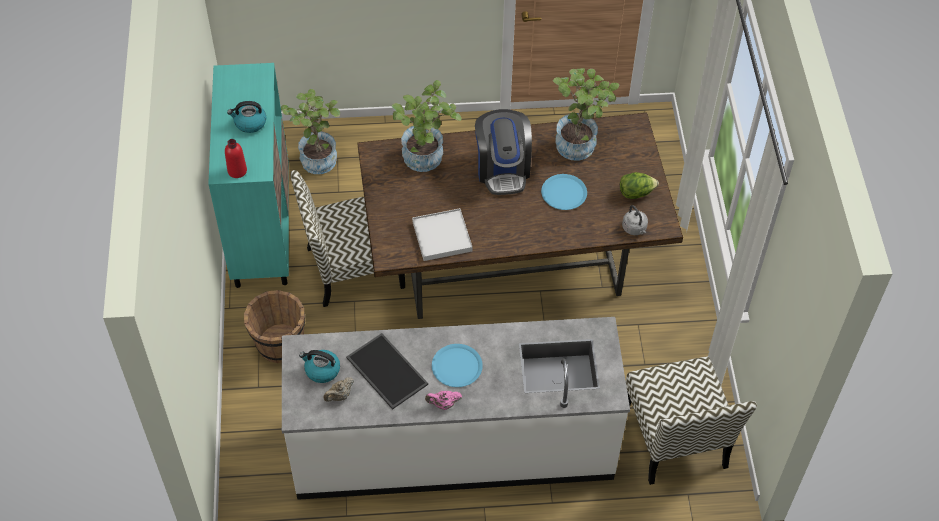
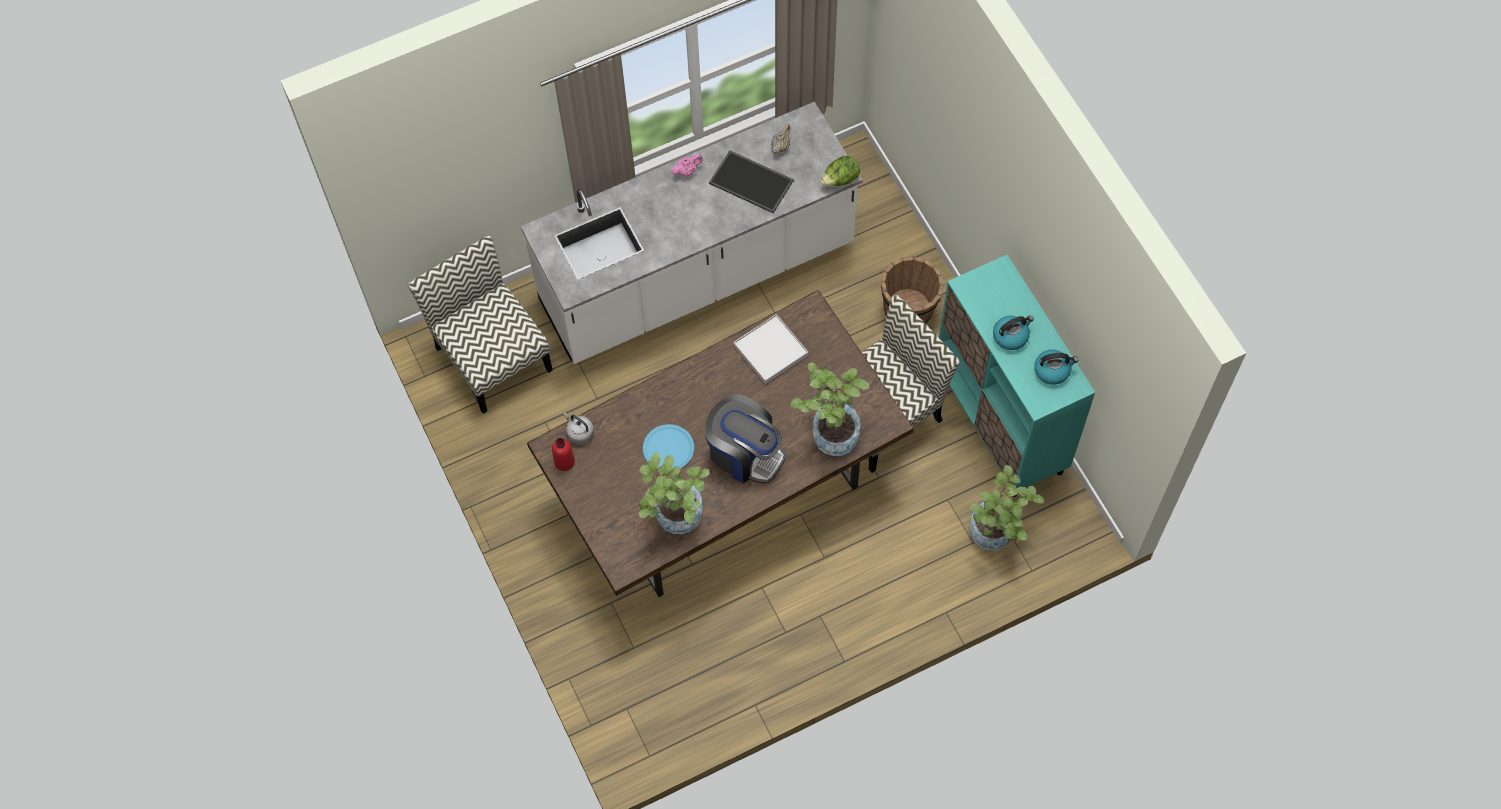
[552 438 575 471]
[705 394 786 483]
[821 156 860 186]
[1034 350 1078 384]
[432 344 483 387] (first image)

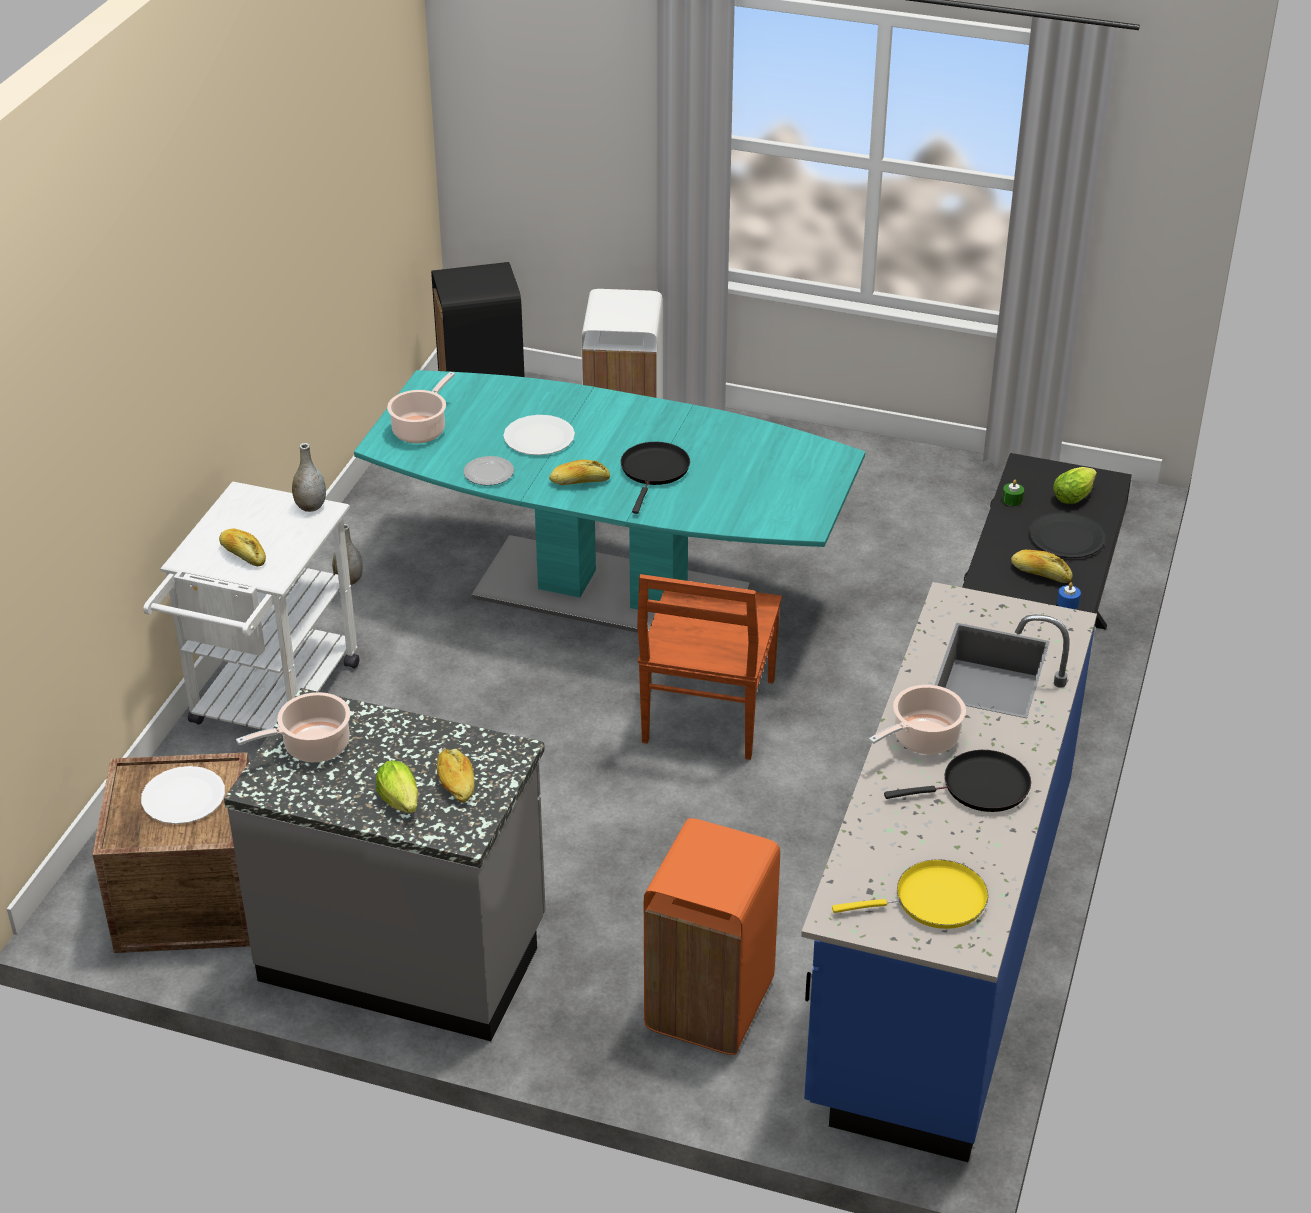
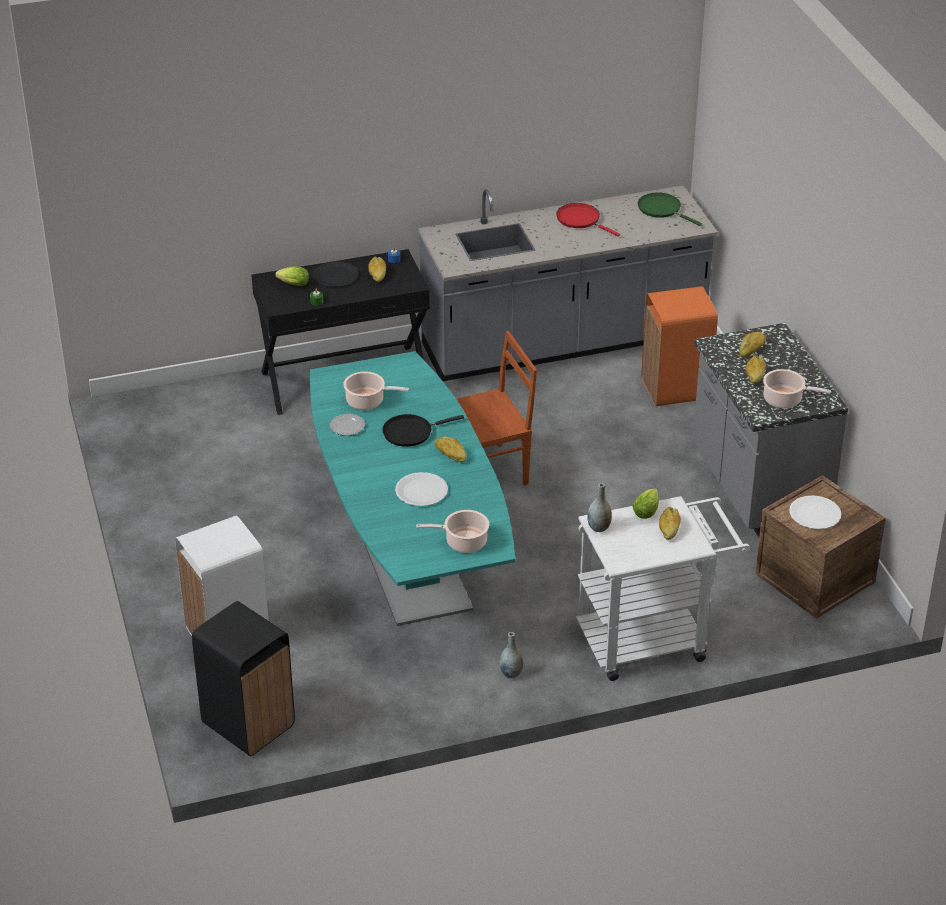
[330 414 365 436]
[343 372 409 410]
[418 185 718 381]
[556 203 620 236]
[632 489 659 519]
[638 192 702 226]
[746 355 766 384]

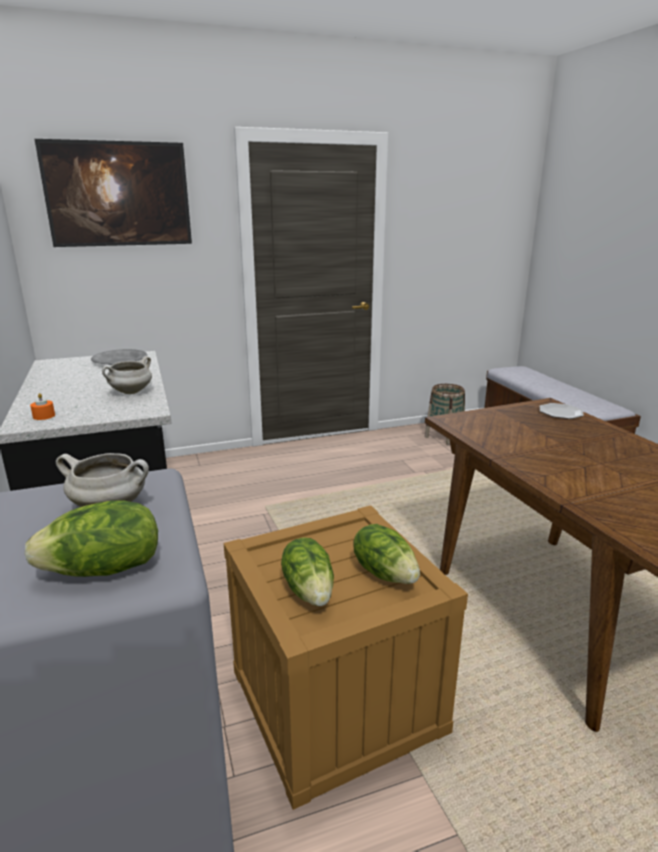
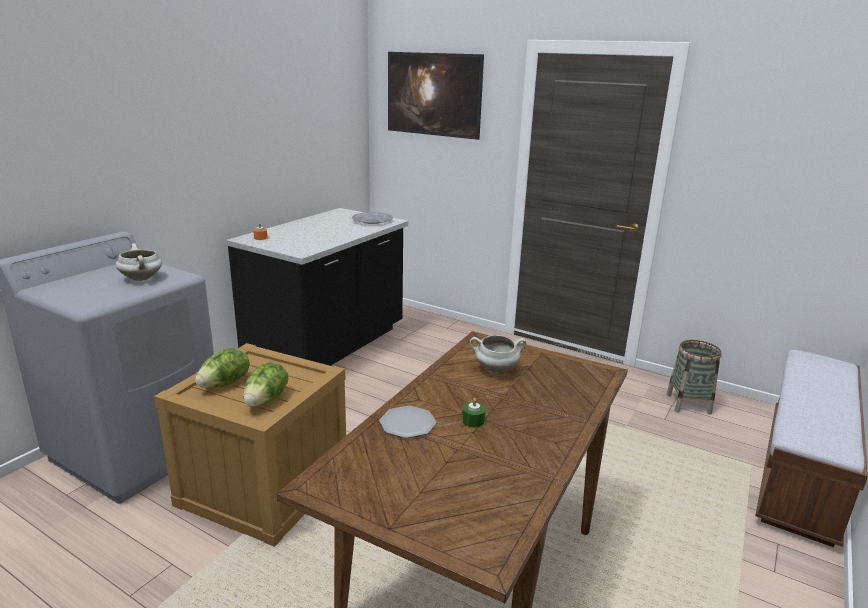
[379 406 437 438]
[462 398 485 428]
[470 335 526 372]
[25 500 158 577] (first image)

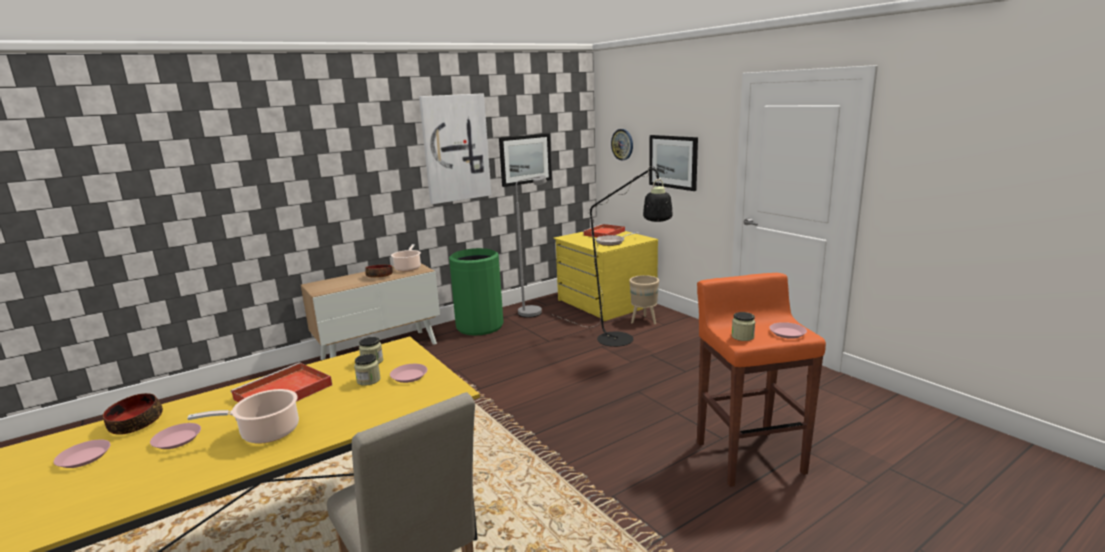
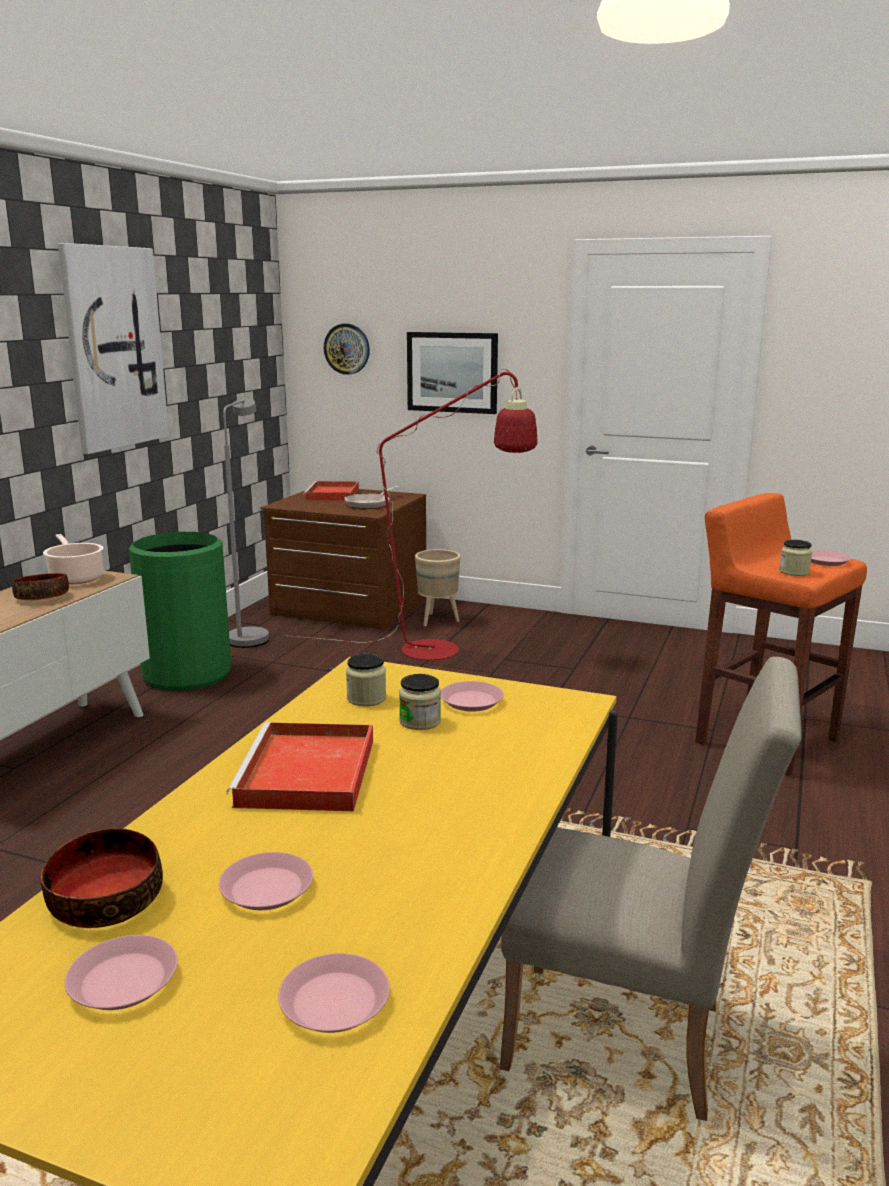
[261 489 426 631]
[278 953 390 1033]
[285 369 538 660]
[187 389 299 444] (first image)
[499 133 552 187] (first image)

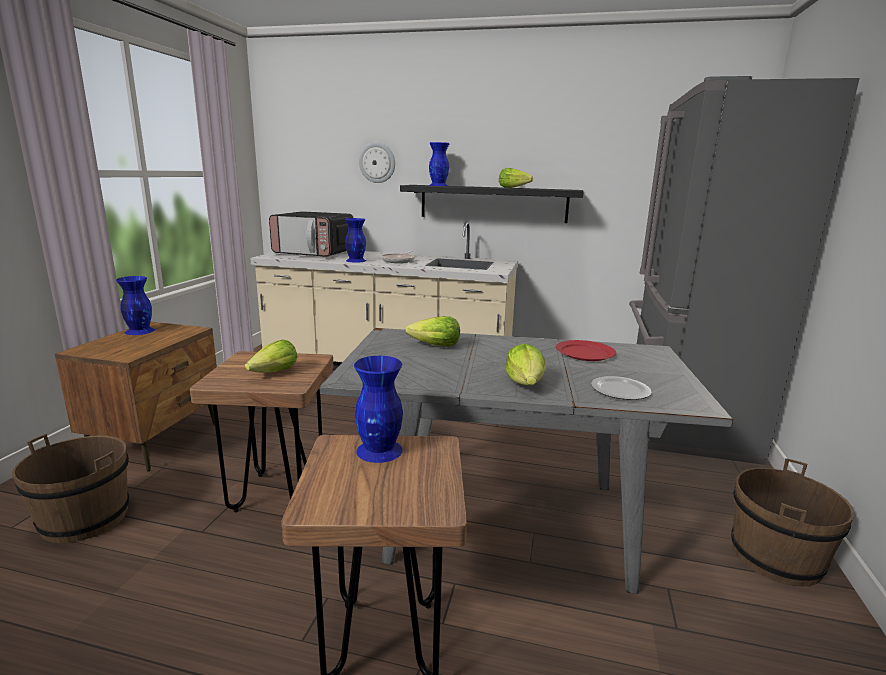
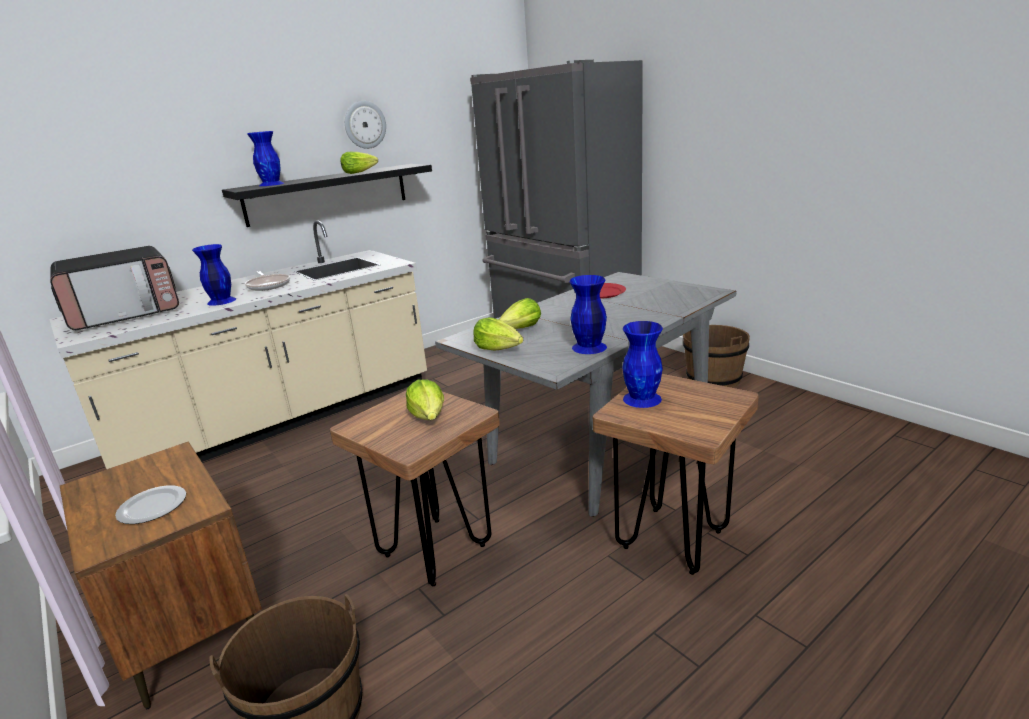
[115 485 186 524]
[345 101 386 149]
[473 317 523 351]
[569 275 607 354]

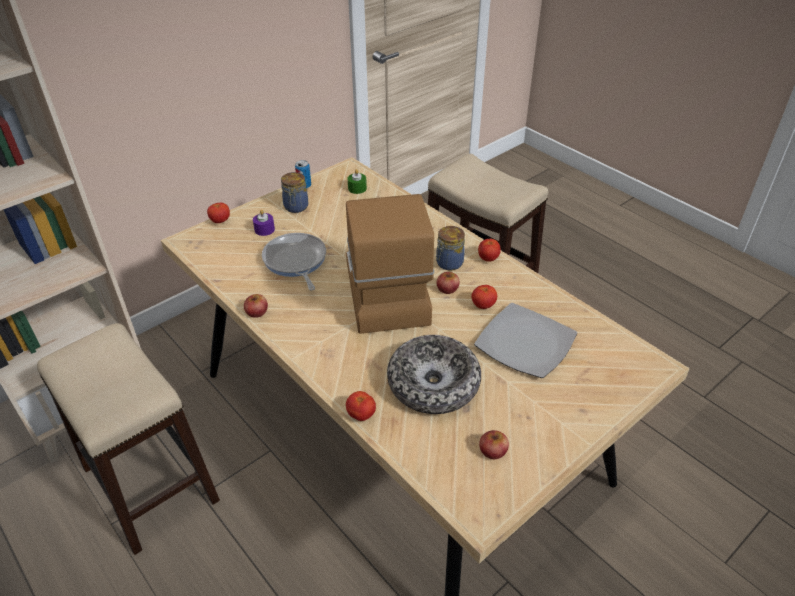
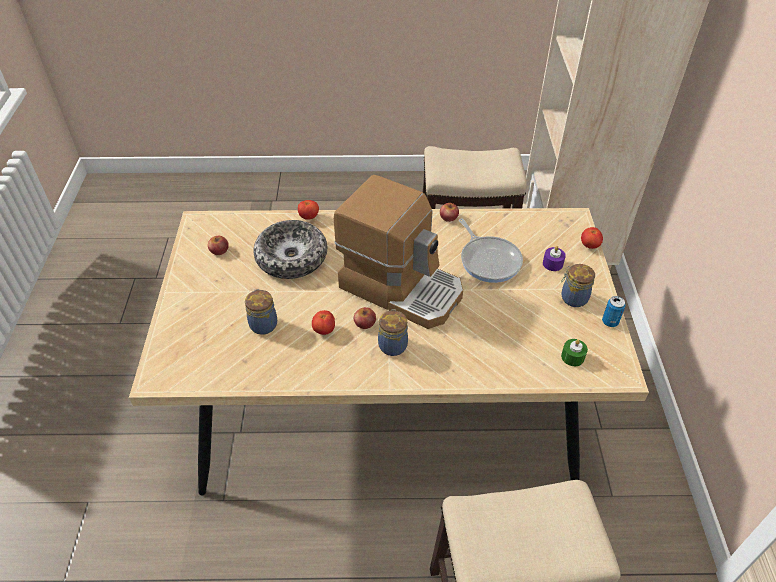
[245 289 277 335]
[459 218 523 283]
[478 238 501 262] (first image)

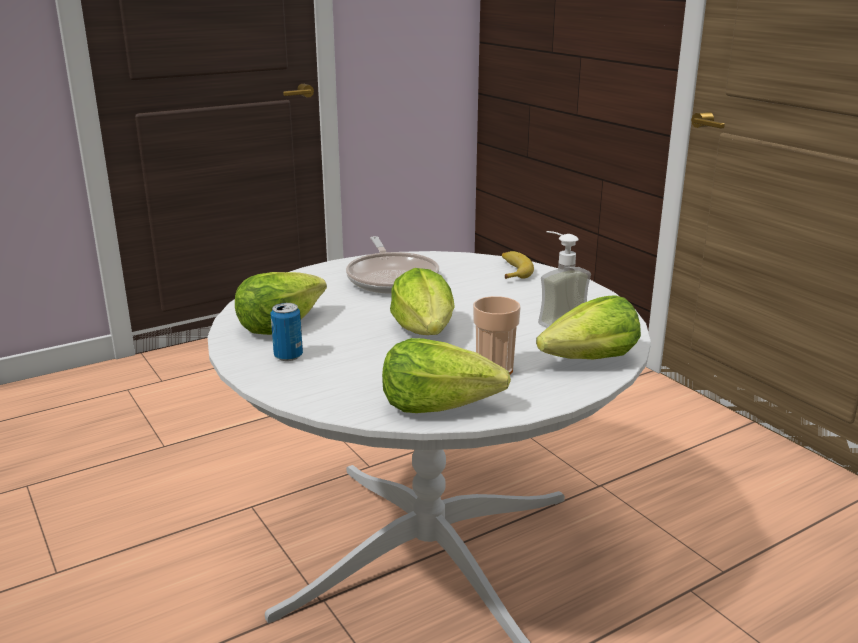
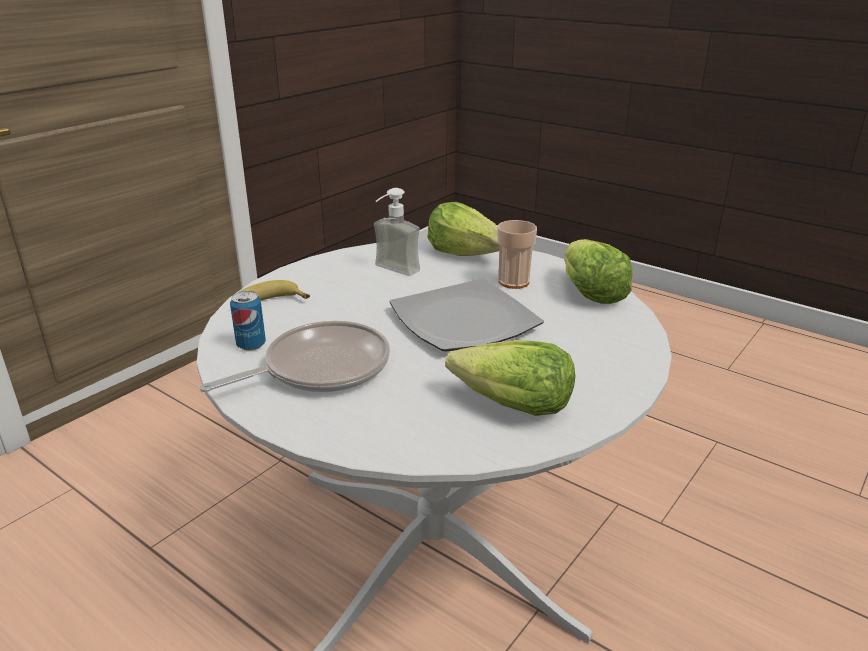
[230 291 266 351]
[390 278 544 351]

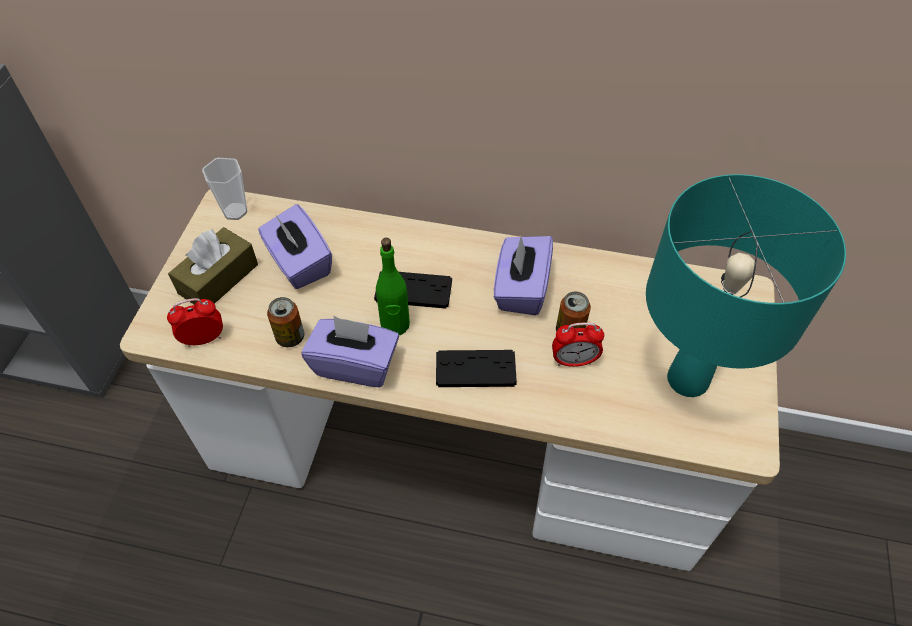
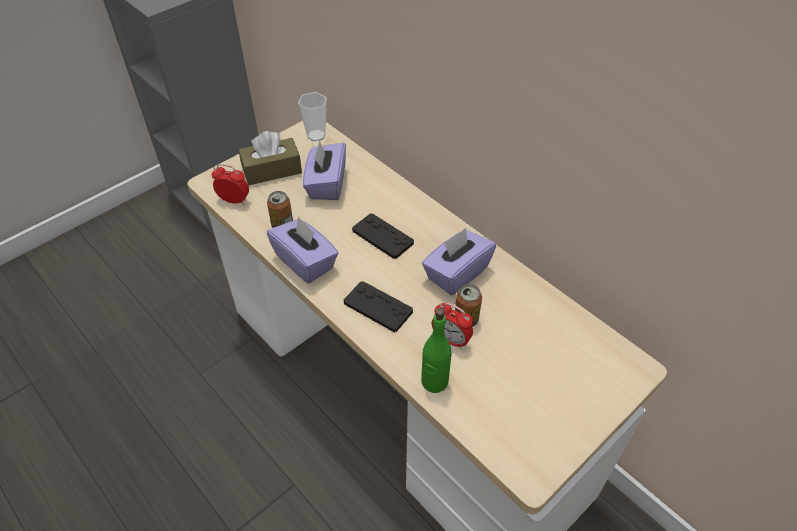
[421 308 451 393]
[646 174 846 397] (first image)

